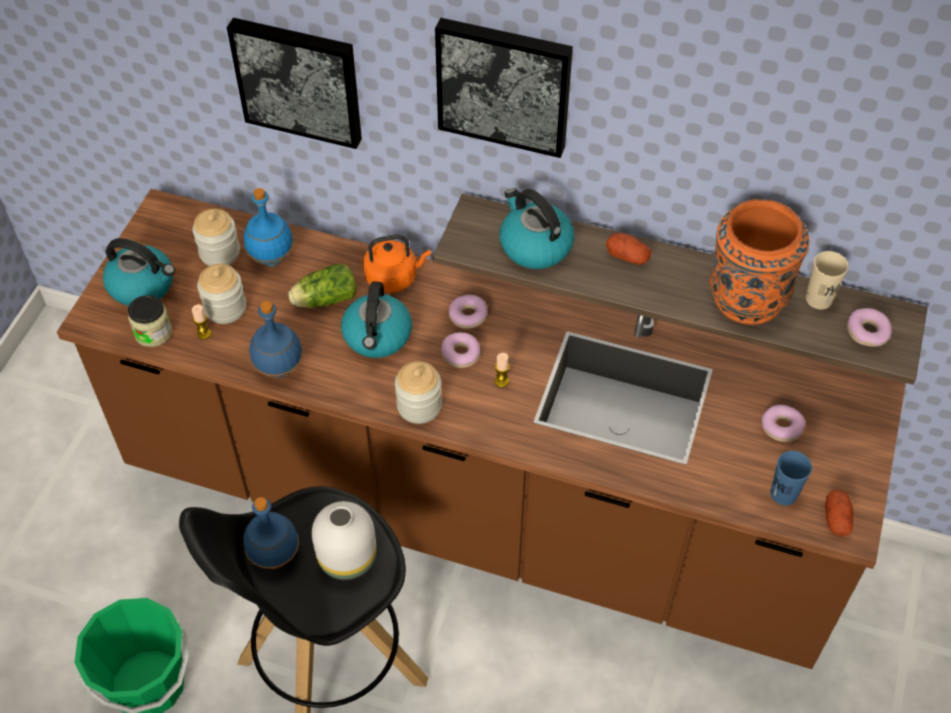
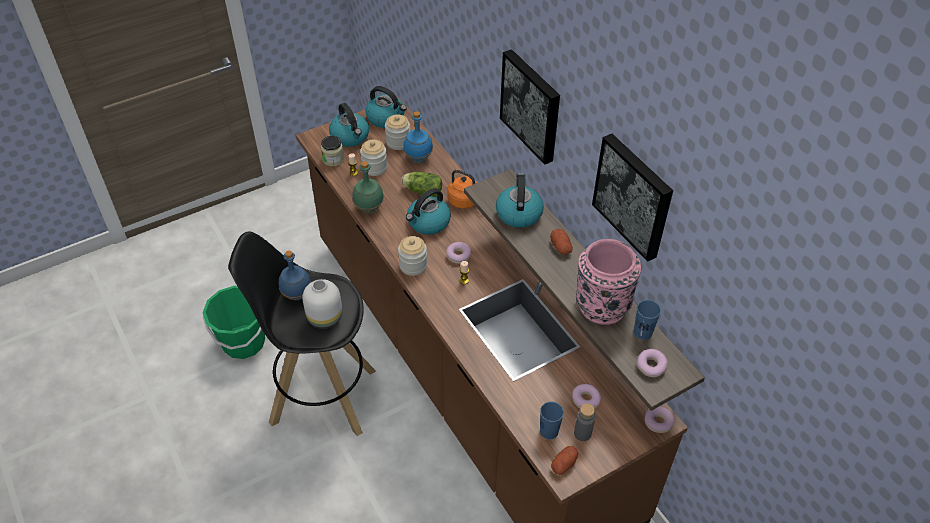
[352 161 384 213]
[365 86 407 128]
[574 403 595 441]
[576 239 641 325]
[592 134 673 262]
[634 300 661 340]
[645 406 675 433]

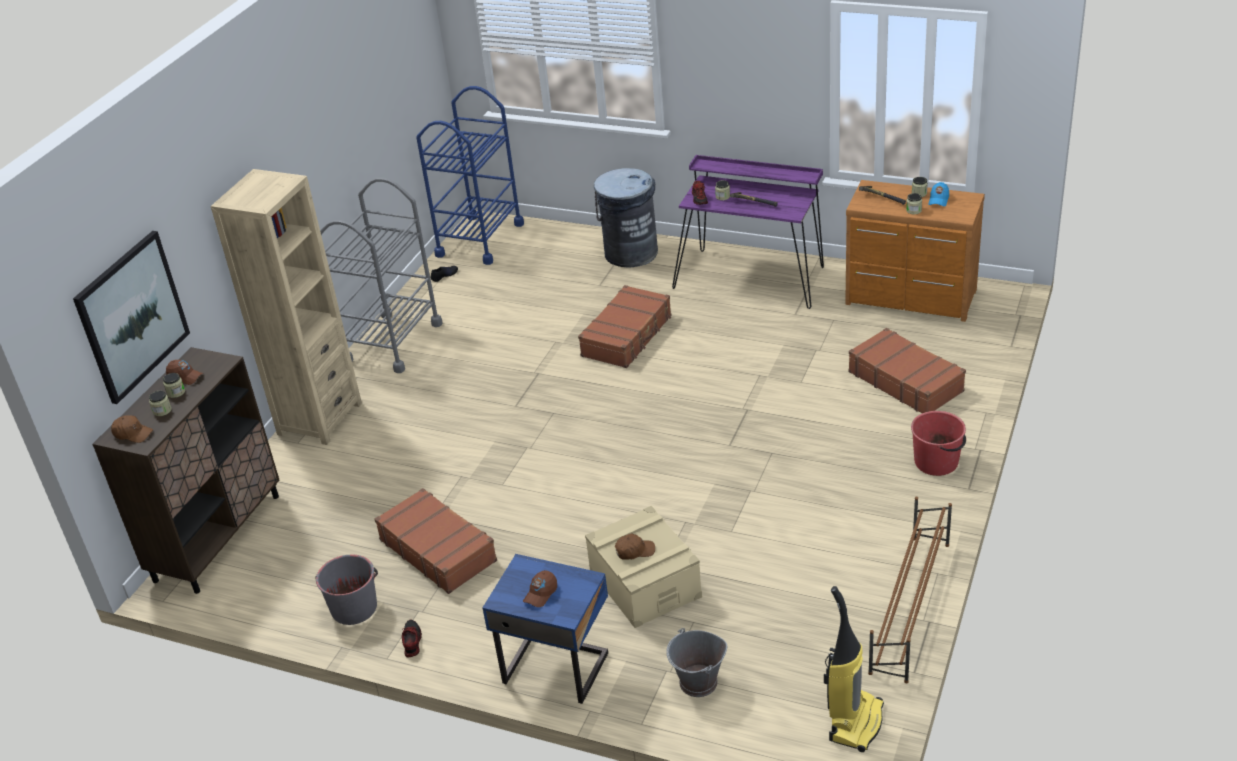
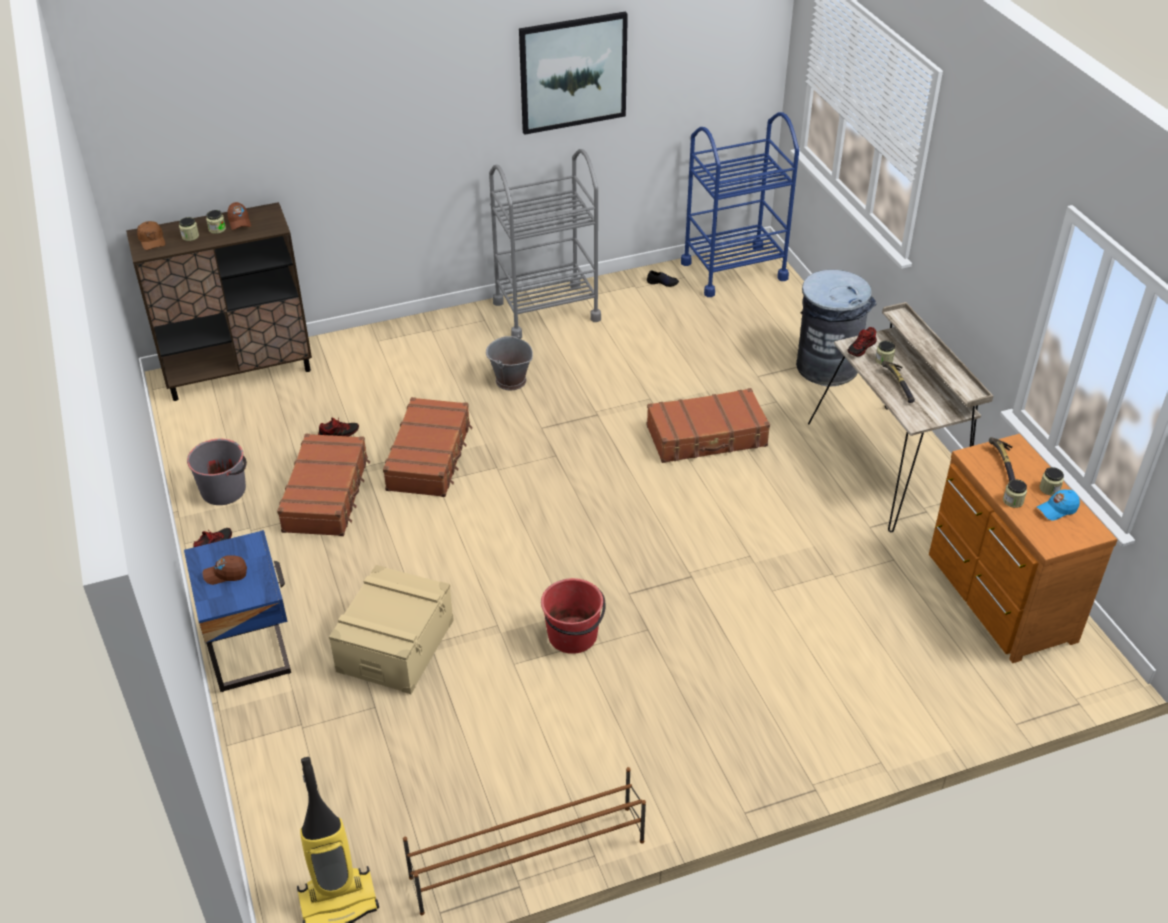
[318 418 359 436]
[383 397 473 497]
[486 334 533 390]
[519 11 628 135]
[541 578 606 654]
[808 302 993 533]
[211 169 362 445] (first image)
[615 534 655 560] (first image)

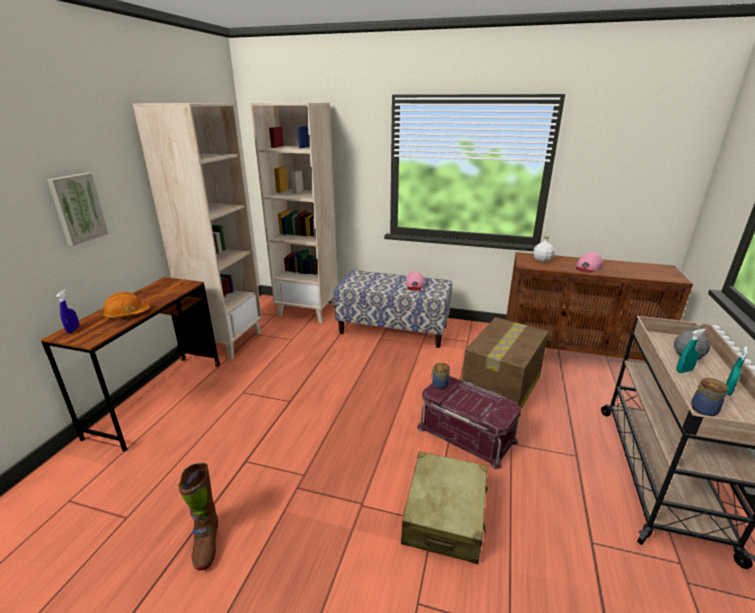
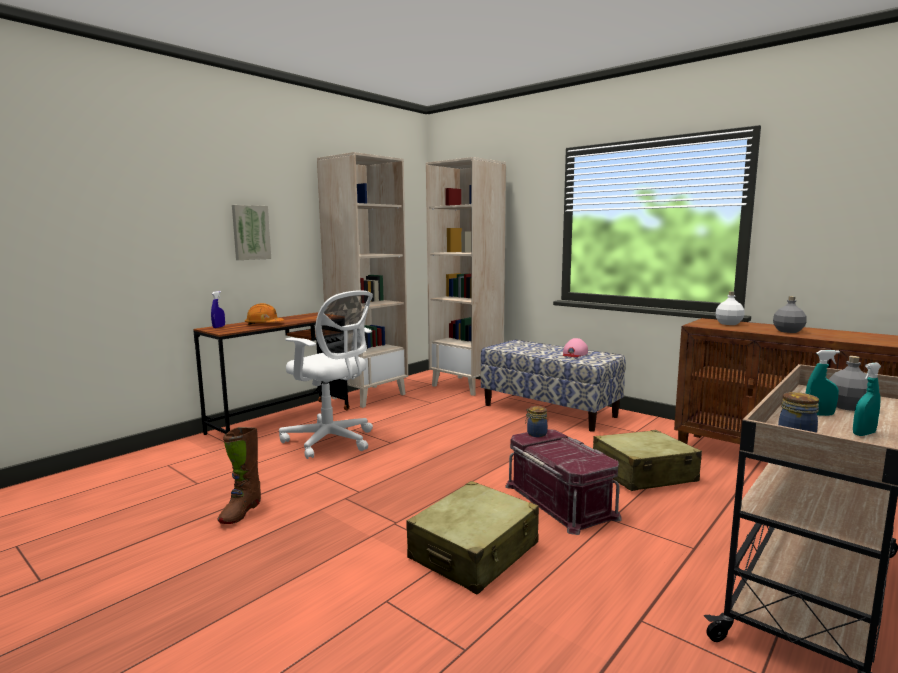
[279 291 373 459]
[593 430 702 491]
[773 296 807 333]

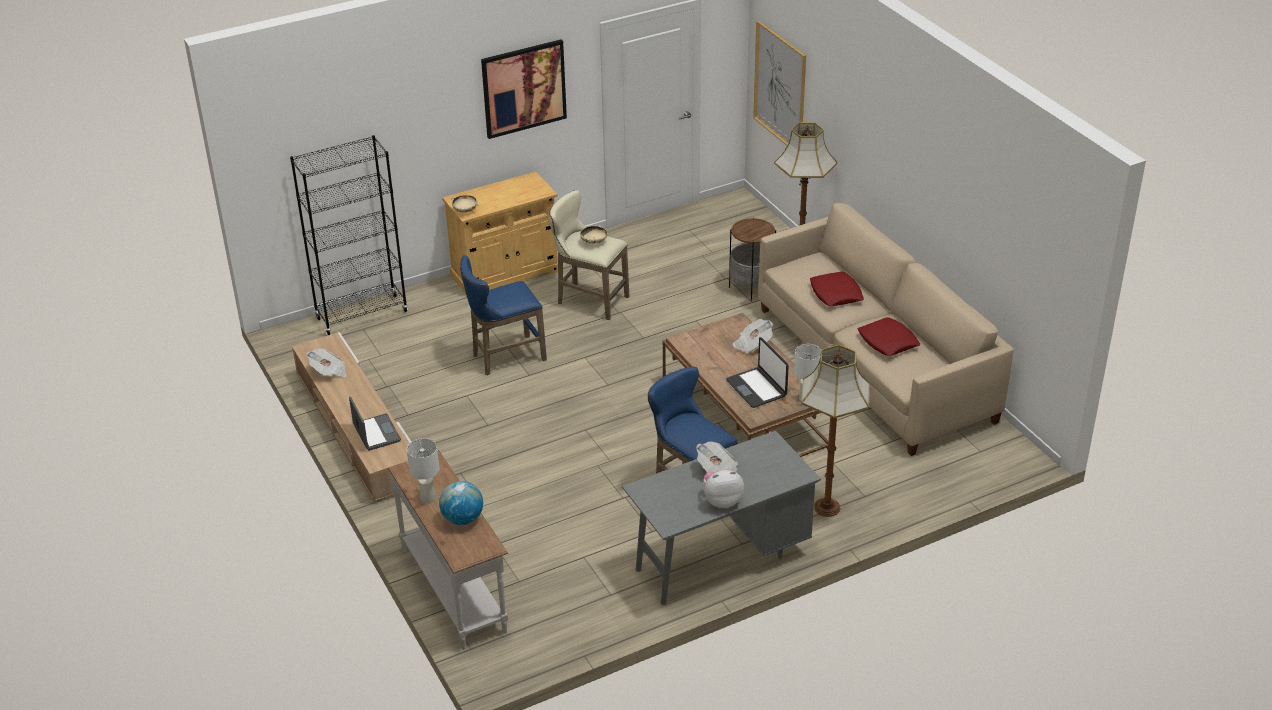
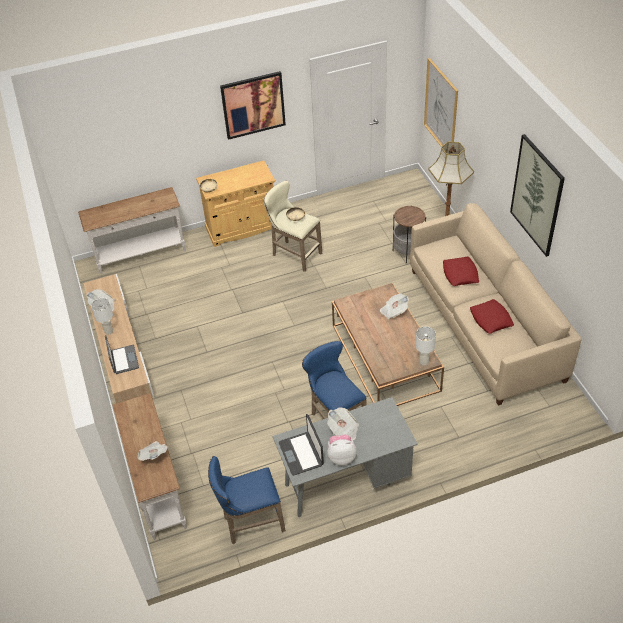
[78 187 186 274]
[91 298 113 335]
[138 441 168 461]
[208 456 286 544]
[279 414 324 476]
[510 134 565 257]
[801 345 870 517] (first image)

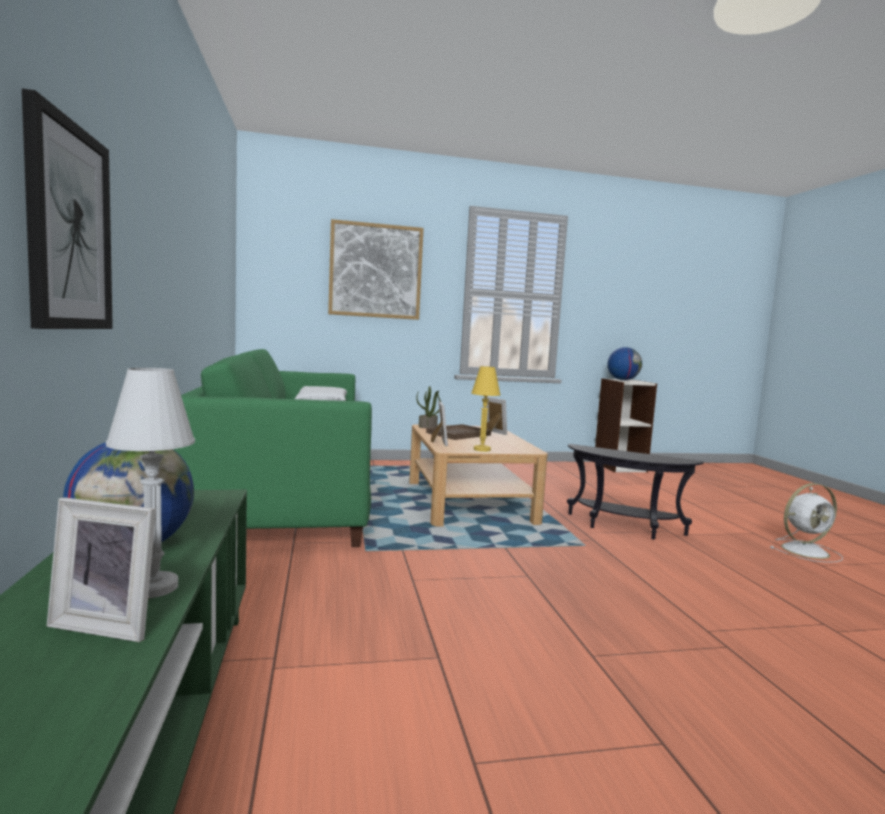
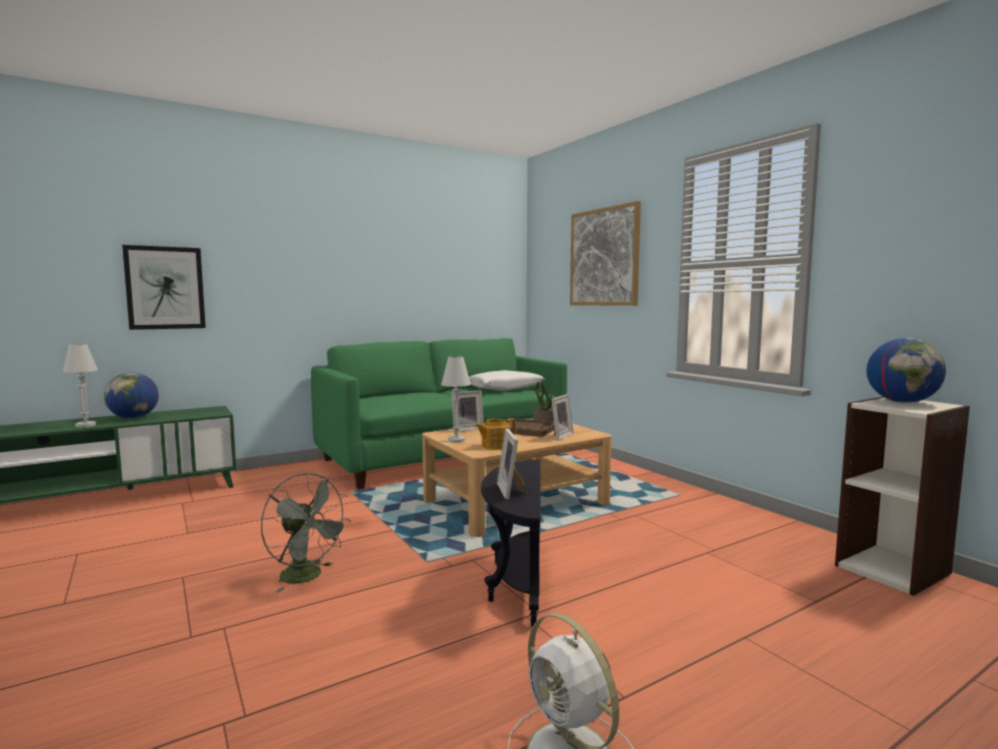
[261 473 351 593]
[441 356 471 443]
[475 418 516 450]
[497 429 525 500]

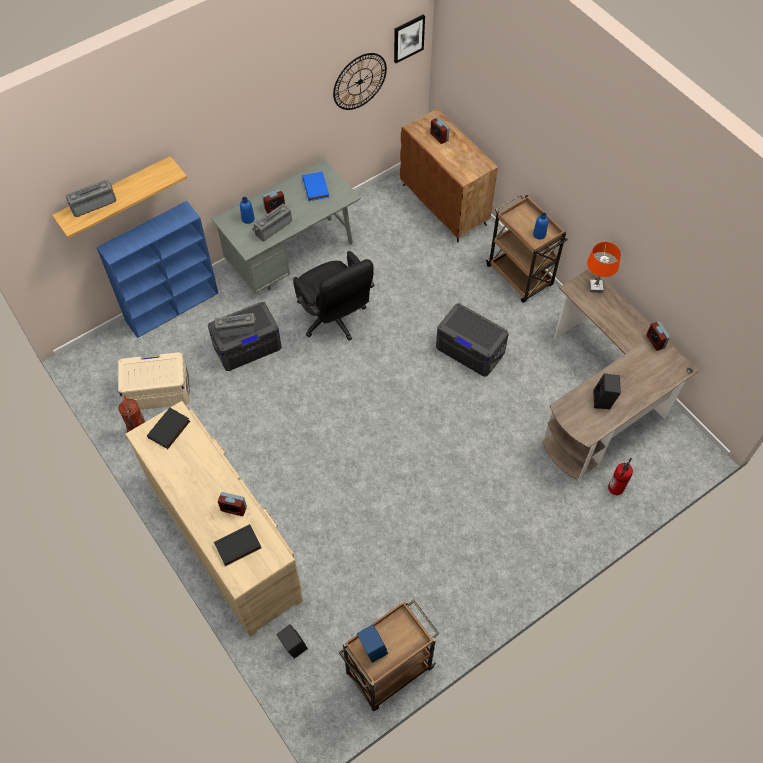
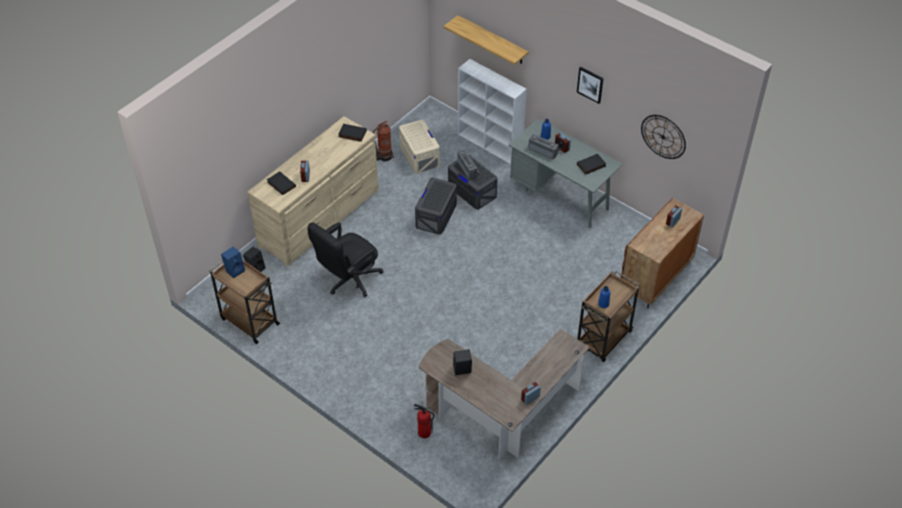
[307 222 383 297]
[415 177 457 235]
[458 59 527 164]
[577 67 604 104]
[577 154 606 174]
[66 179 116 217] (first image)
[587 242 621 293] (first image)

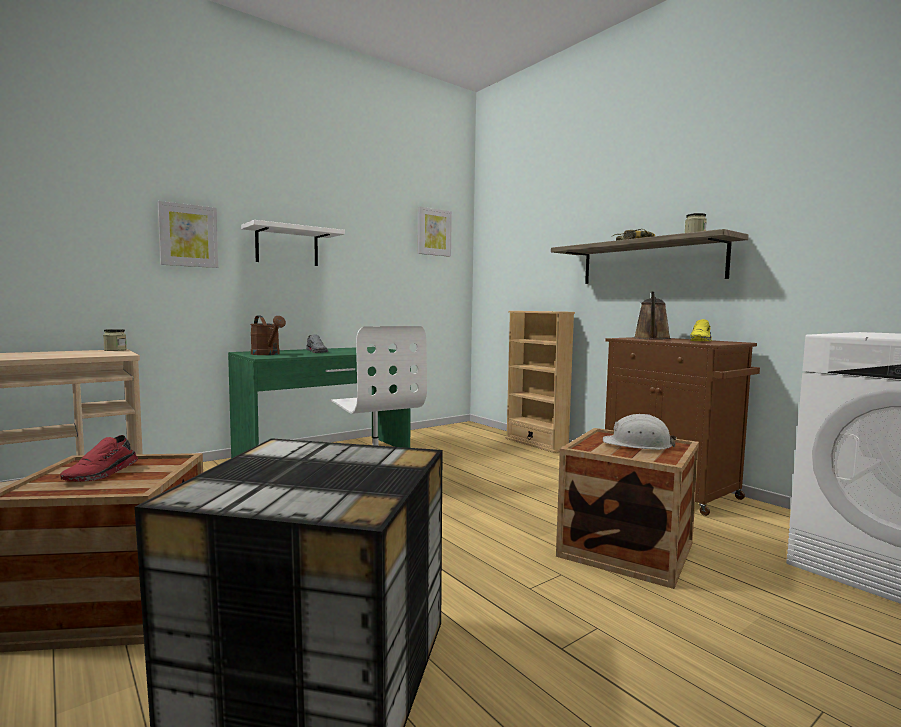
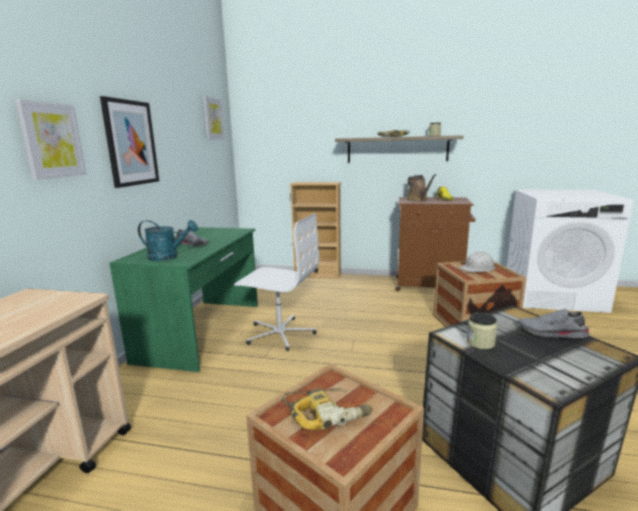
[100 96 159 188]
[138 220 198 261]
[283 388 373 430]
[467 313 497 349]
[519 309 590 338]

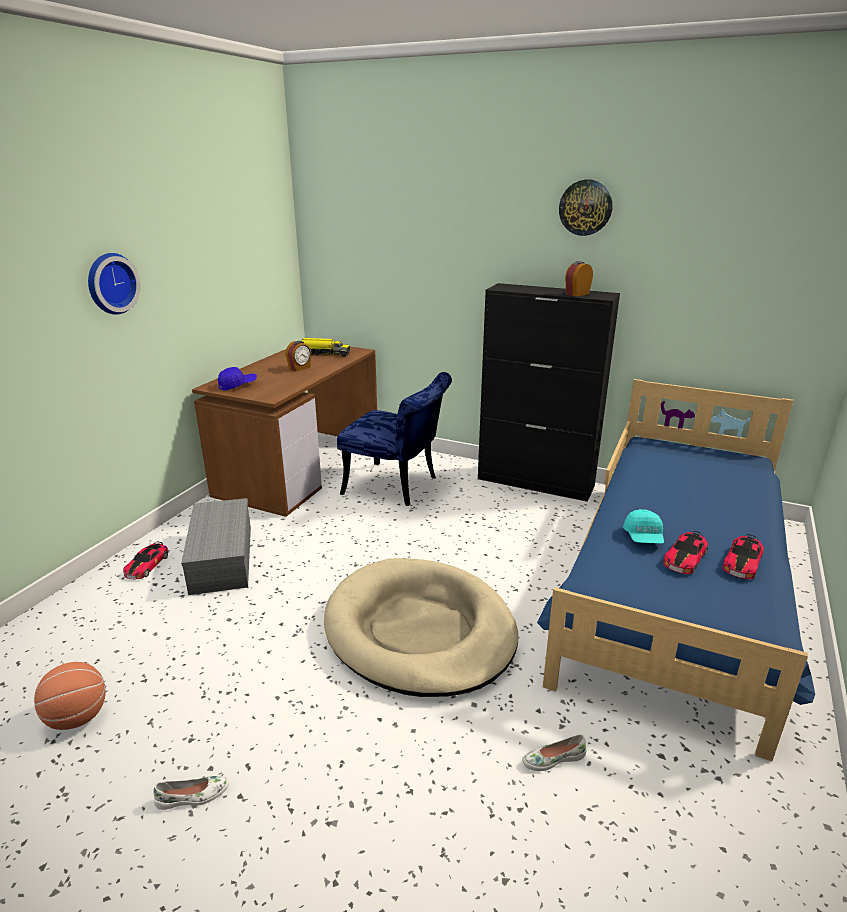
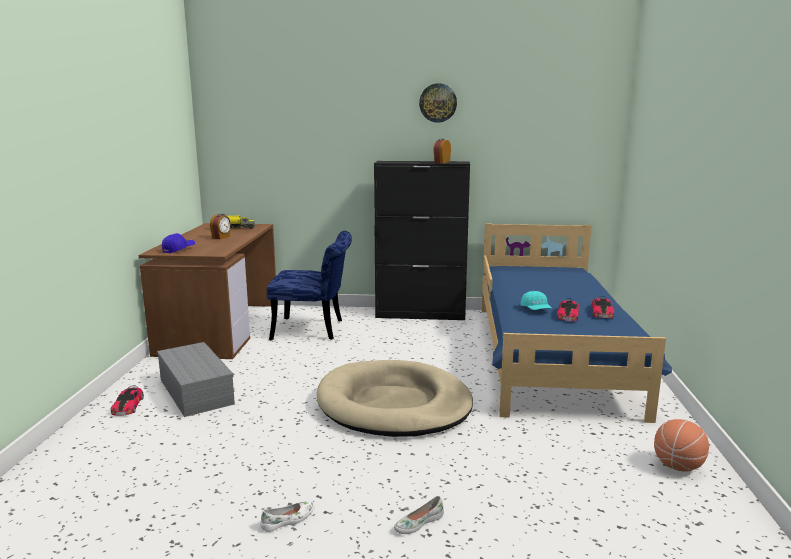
[394 496 444 534]
[654 419 709 471]
[88 253 141 315] (first image)

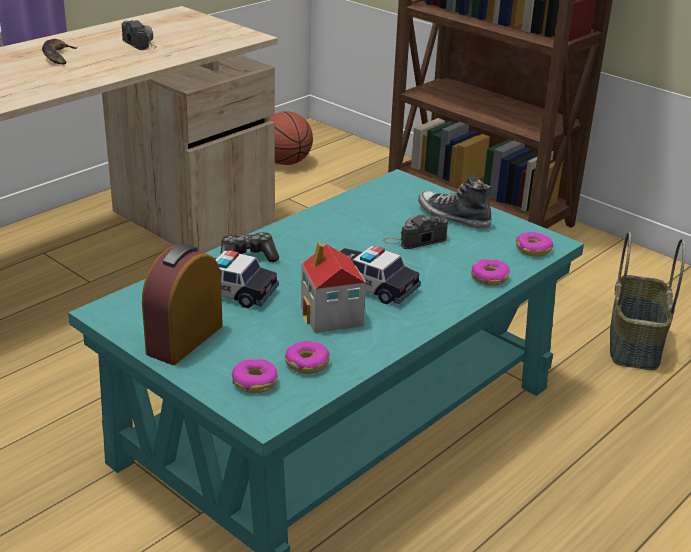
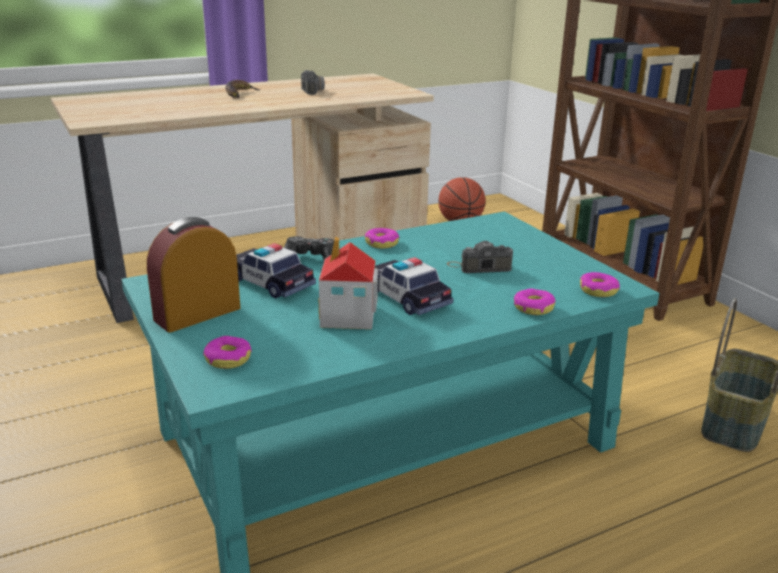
[365 228 399 249]
[418 174 492 229] (first image)

